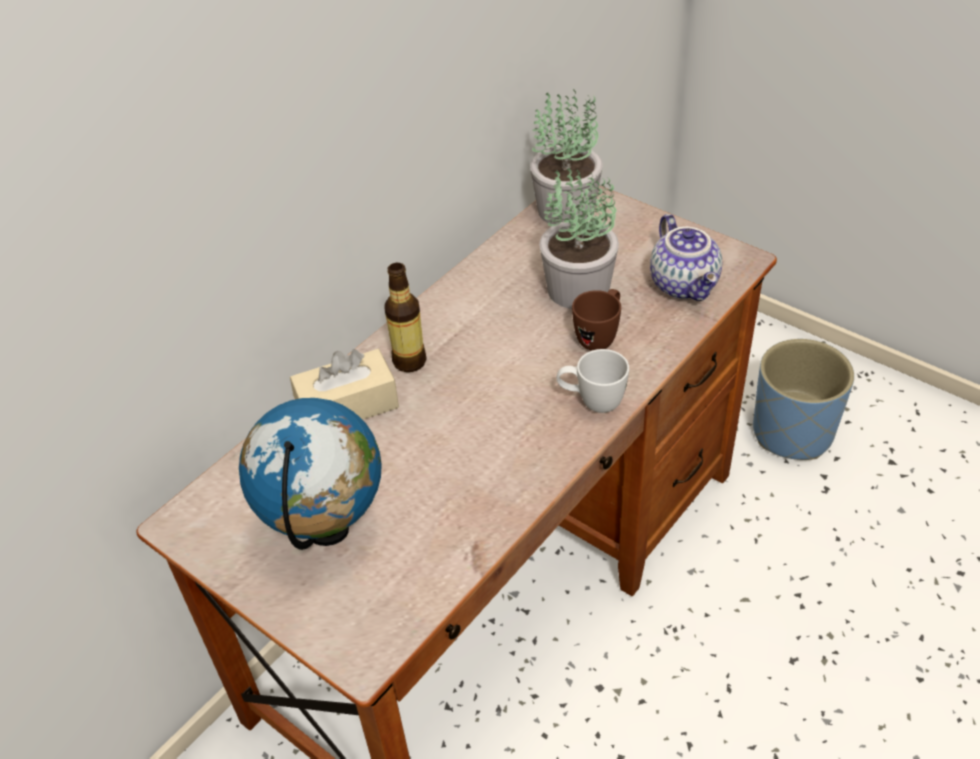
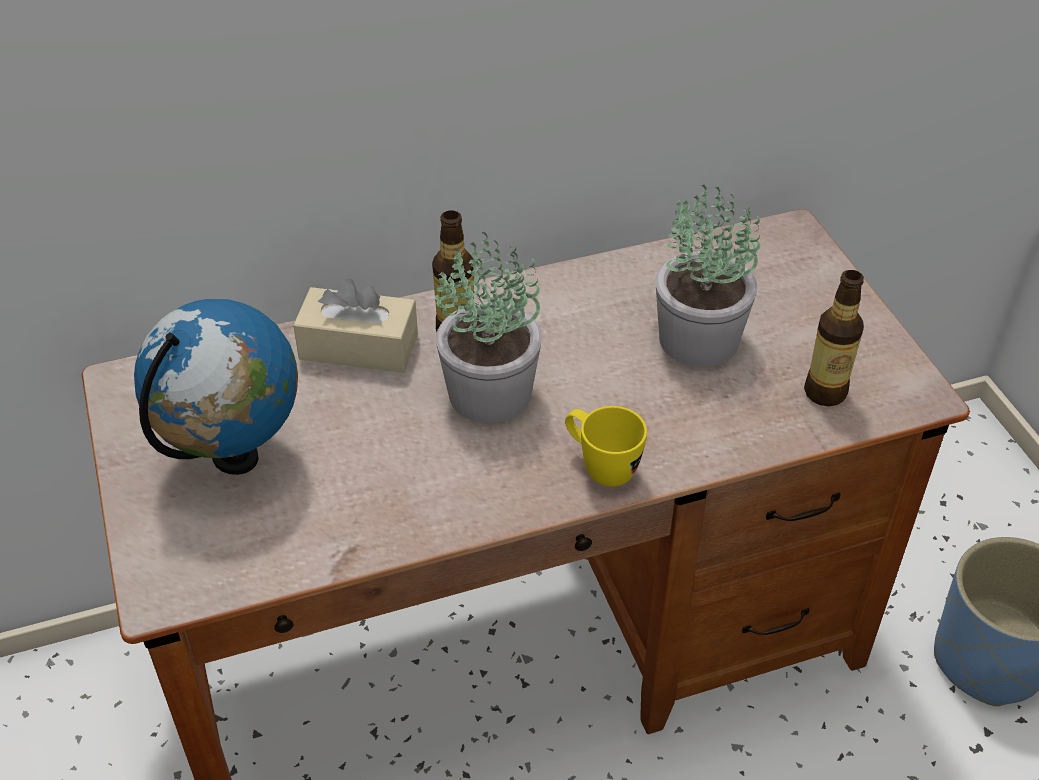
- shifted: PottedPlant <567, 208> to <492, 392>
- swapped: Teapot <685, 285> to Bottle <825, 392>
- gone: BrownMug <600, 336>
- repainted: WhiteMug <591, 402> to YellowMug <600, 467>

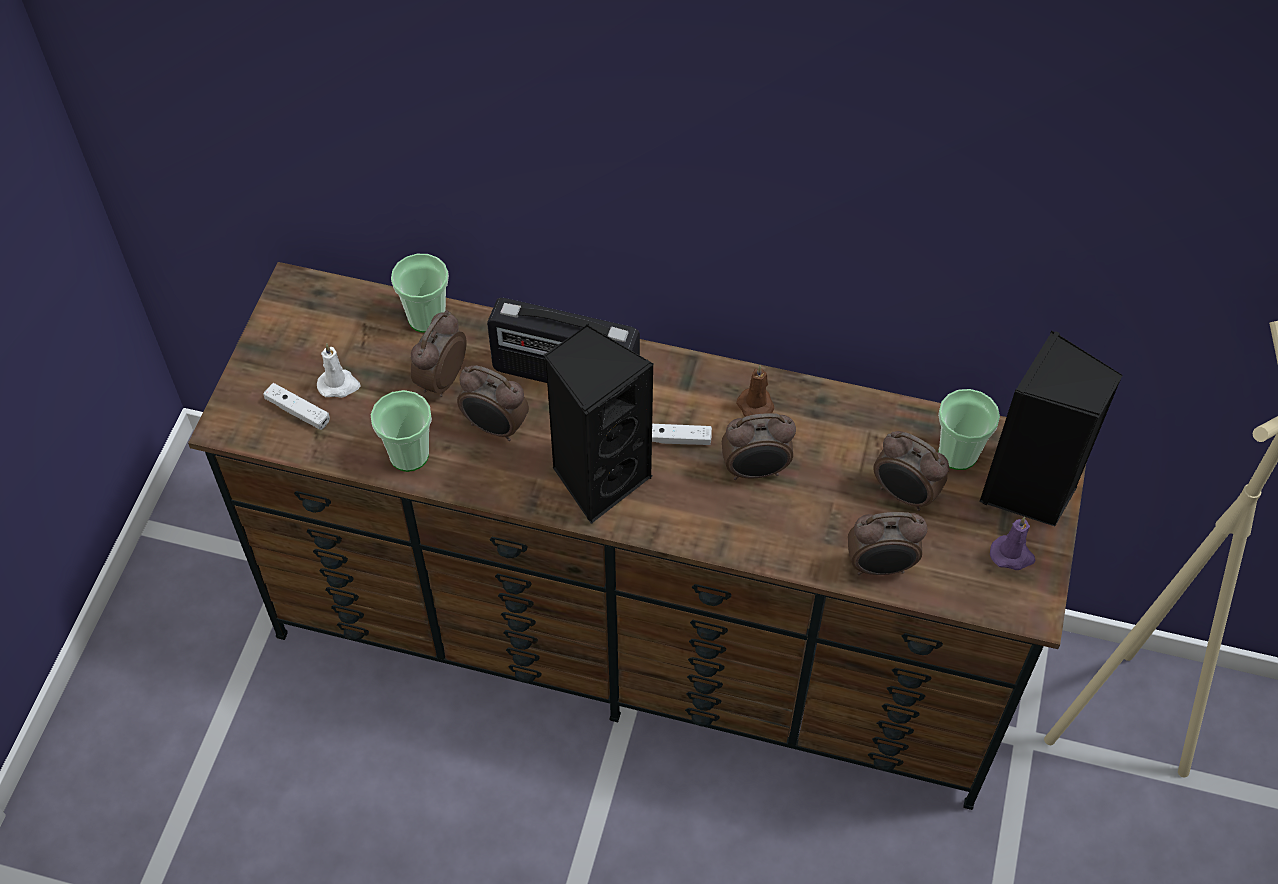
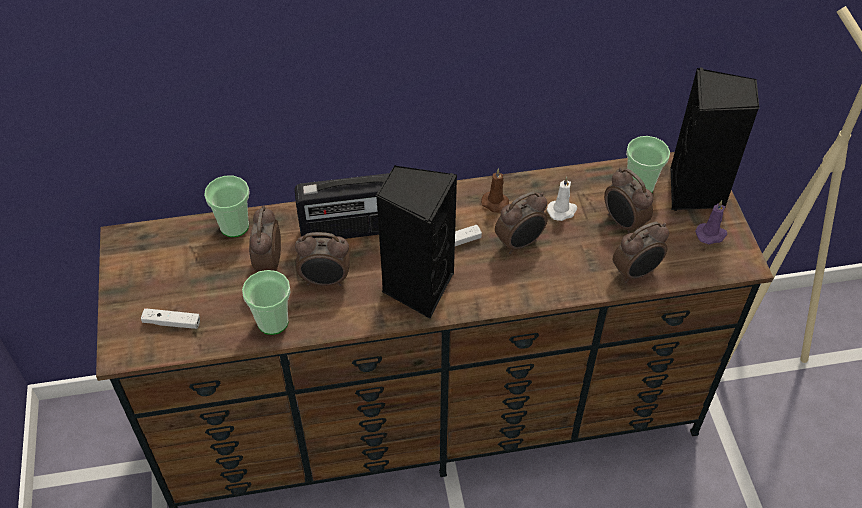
- shifted: WhiteCandle <339, 385> to <562, 211>
- rotated: AlarmClock <904, 495> = <623, 223> 45 degrees clockwise

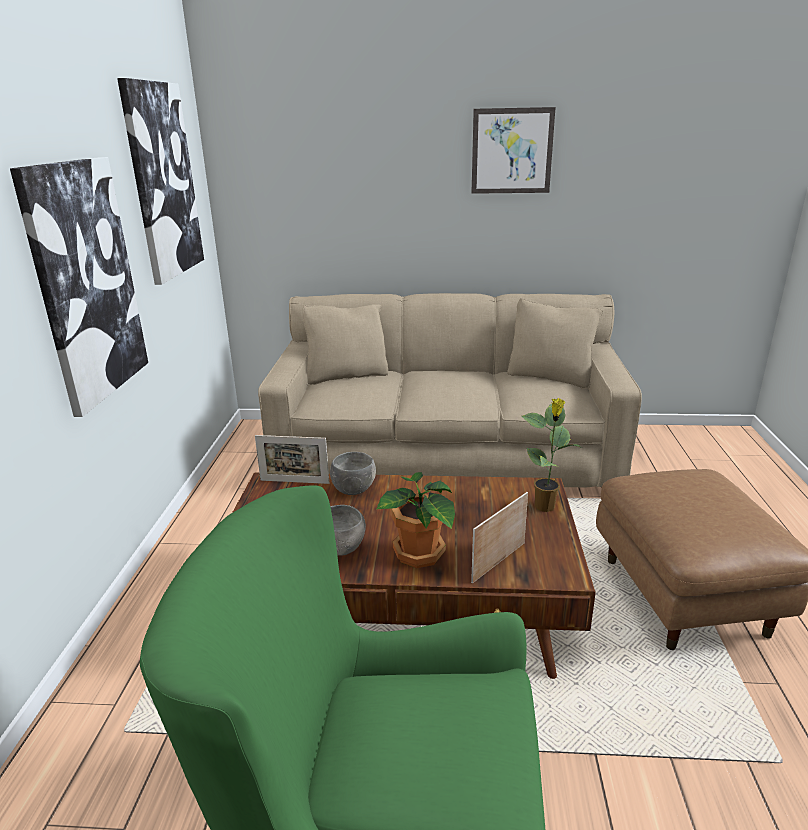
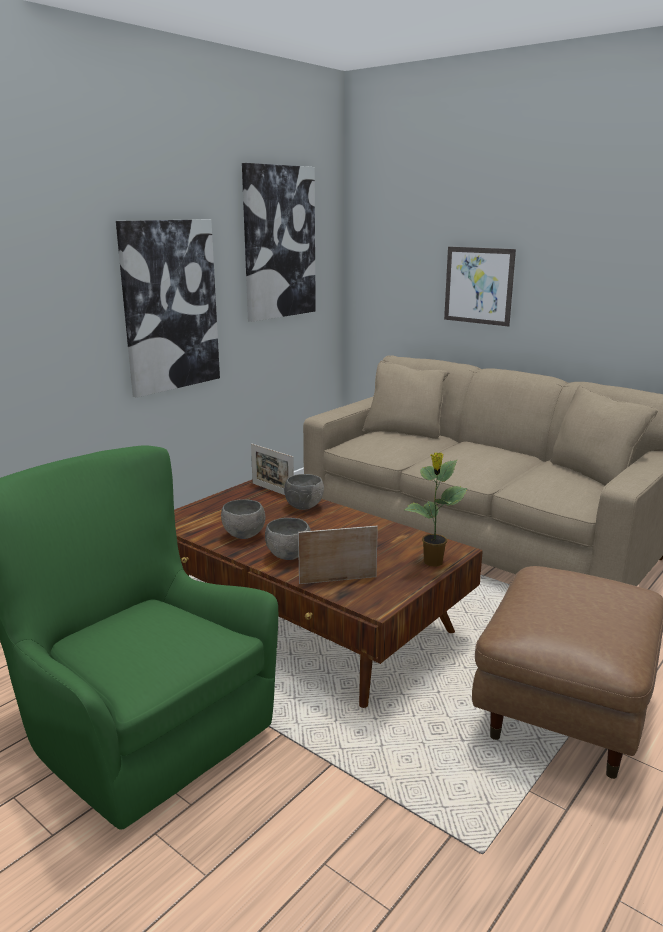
- shifted: Picture <512, 151> to <478, 285>
- swapped: PottedPlant <419, 555> to GreyBowl <289, 556>

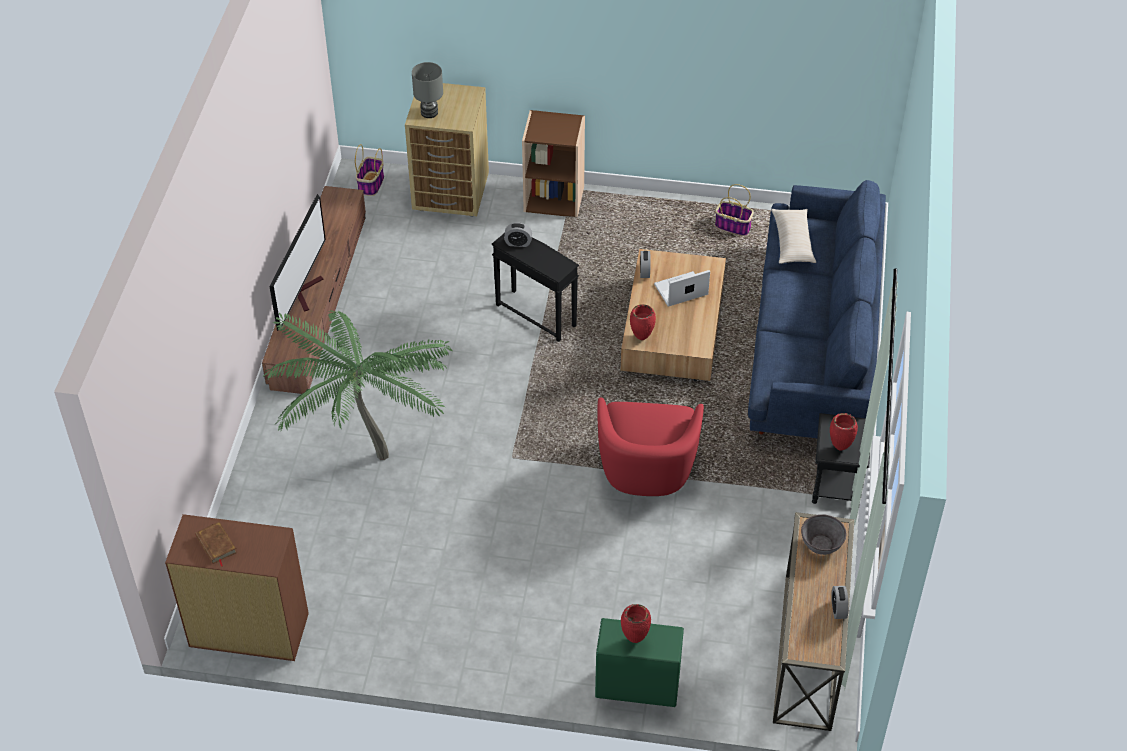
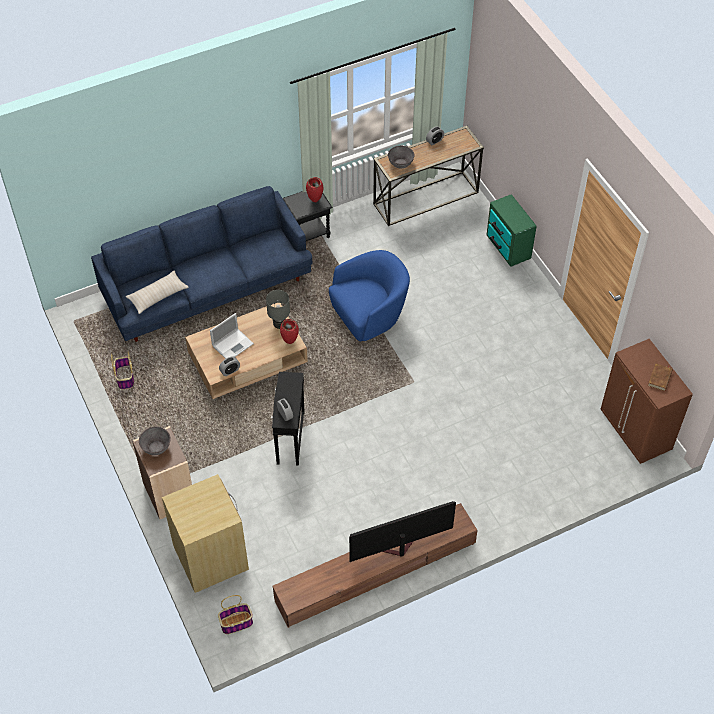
- shifted: GreyTableLamp <429, 112> to <279, 323>
- rotated: Laptop <680, 290> = <233, 344> 75 degrees counterclockwise
- gone: PottedPlant <366, 463>
- repainted: RedArmchair <646, 472> to BlueArmchair <370, 315>
- gone: RedVase <634, 638>
- new: GreyBowl <156, 447>

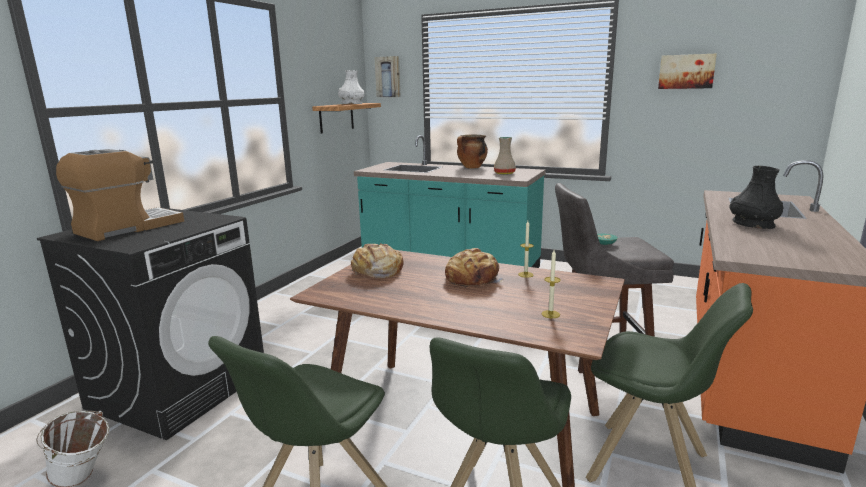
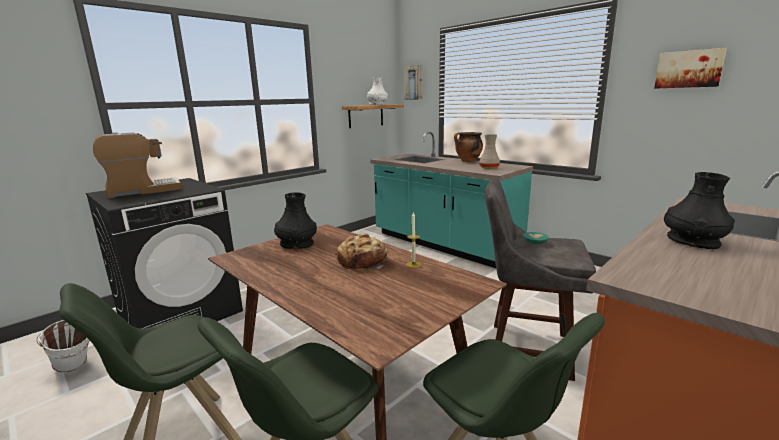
- swapped: Bread <377, 271> to BlackVase <297, 244>
- gone: Candle <550, 314>

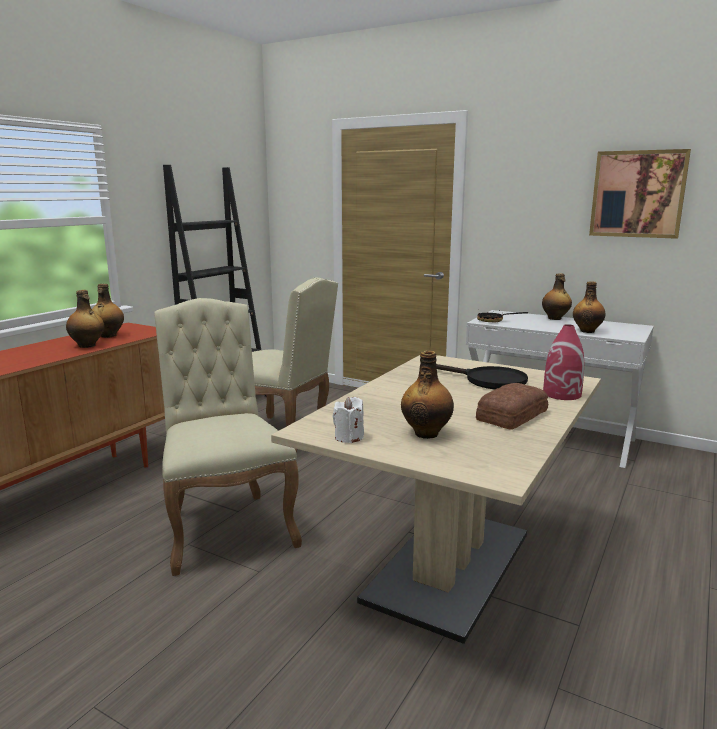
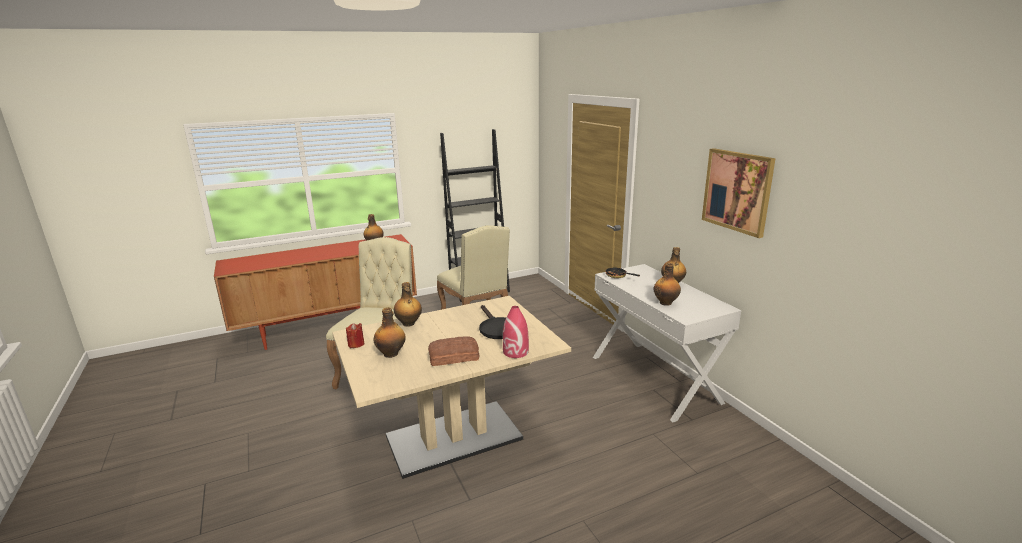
- shifted: Bottle <87, 345> to <408, 324>
- repainted: WhiteCandle <349, 437> to RedCandle <356, 344>

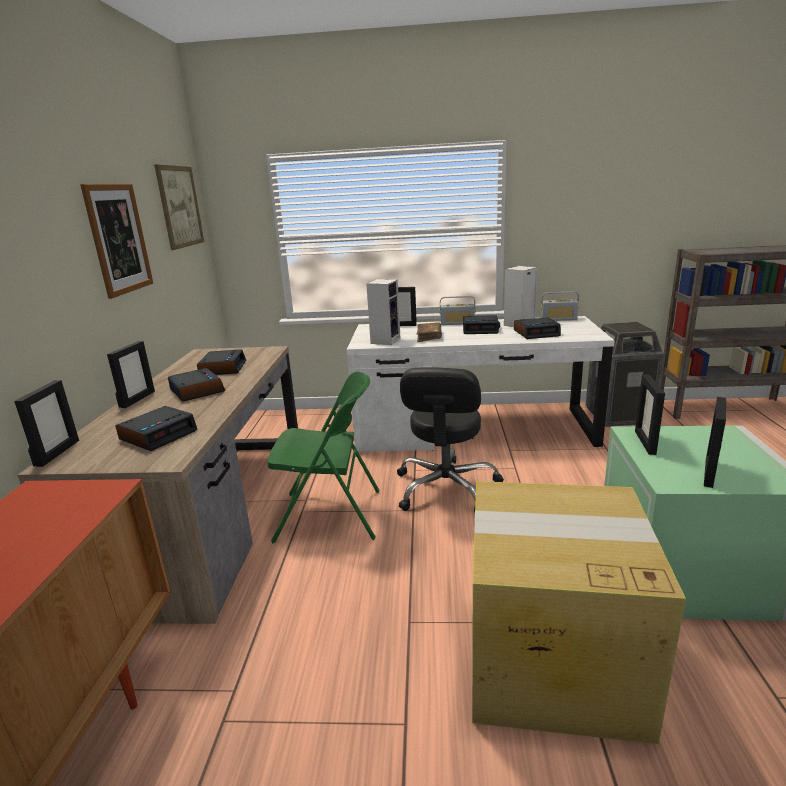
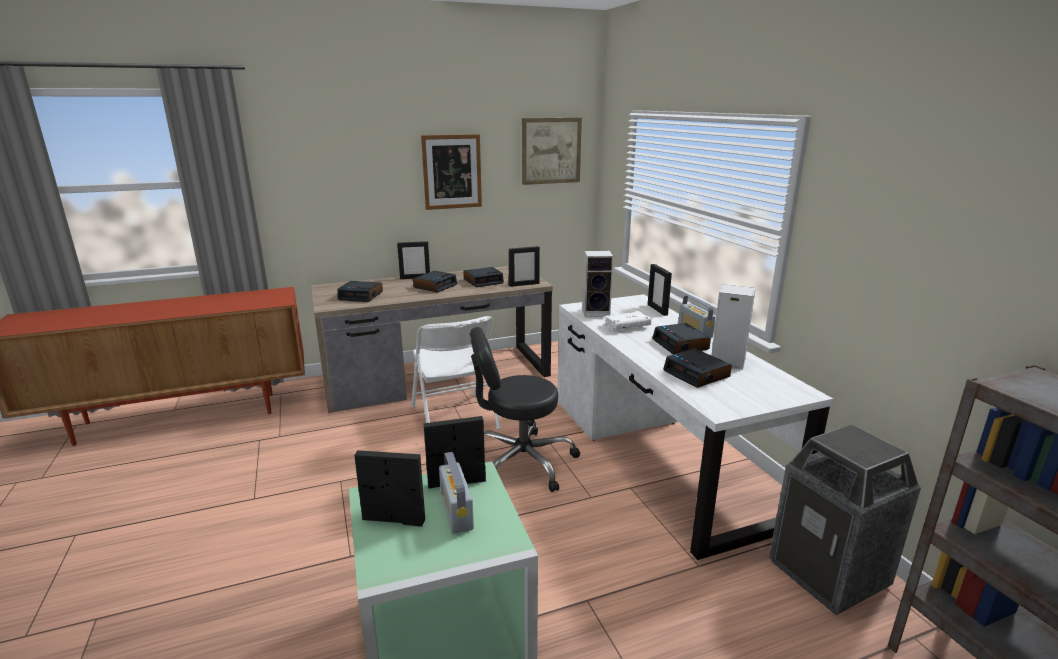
- shifted: Radio <558, 319> to <456, 511>
- repainted: BrownBook <429, 337> to WhiteBook <626, 327>
- repainted: GreenChair <329, 515> to WhiteChair <454, 418>
- shifted: PictureFrame <57, 453> to <524, 284>
- gone: CardboardBox <549, 659>

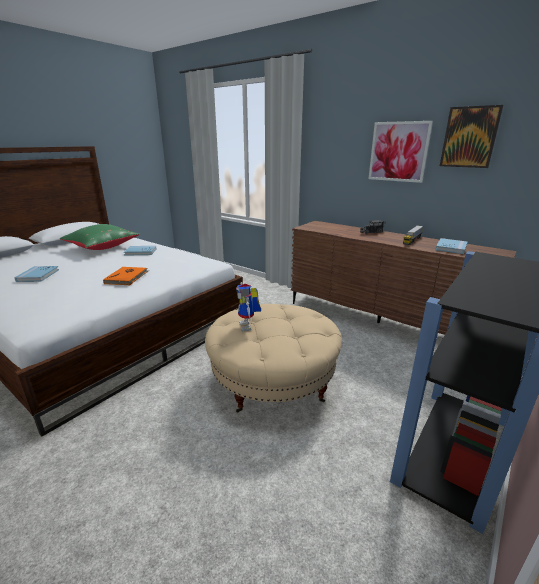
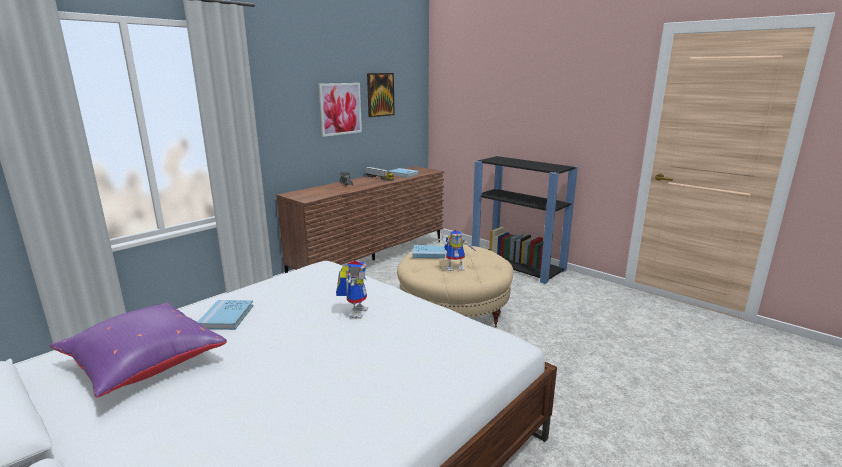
- repainted: GreenPillow <102, 247> to PurplePillow <143, 365>
- shifted: BlueBook <38, 275> to <429, 253>
- swapped: OrangeBook <127, 277> to ToyRobot <355, 311>

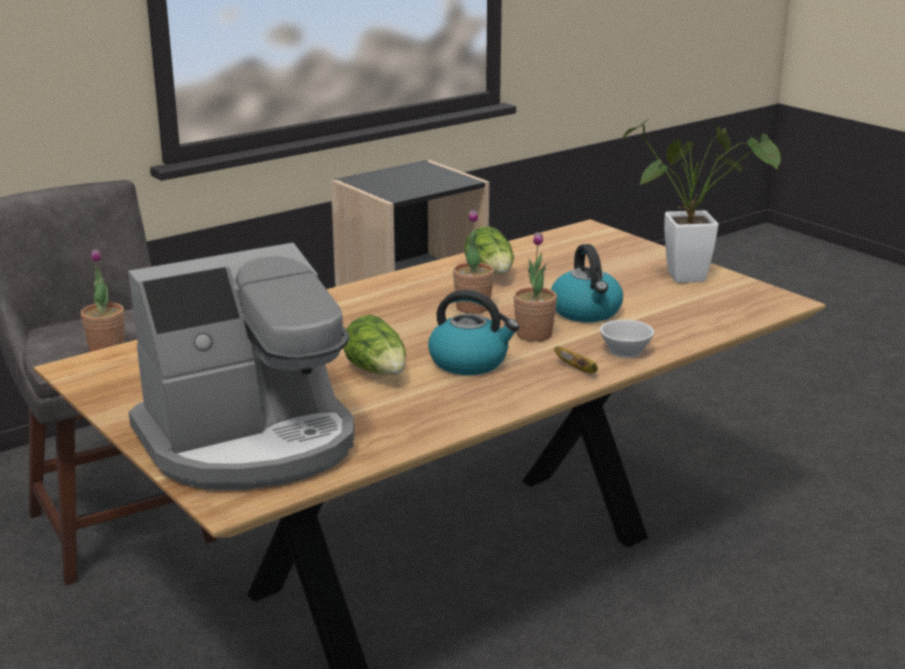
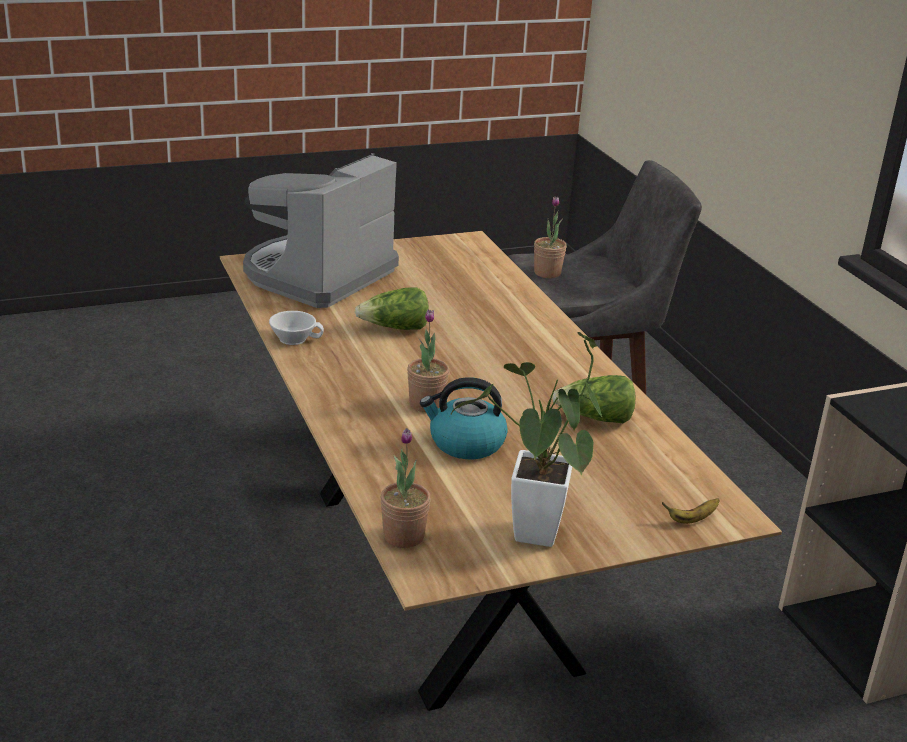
- shifted: PottedPlant <473, 307> to <403, 536>
- rotated: CoffeeMachine <250, 442> = <317, 275> 45 degrees clockwise
- gone: Kettle <470, 362>
- shifted: WhiteCup <623, 350> to <294, 338>
- shifted: Banana <578, 370> to <691, 519>

